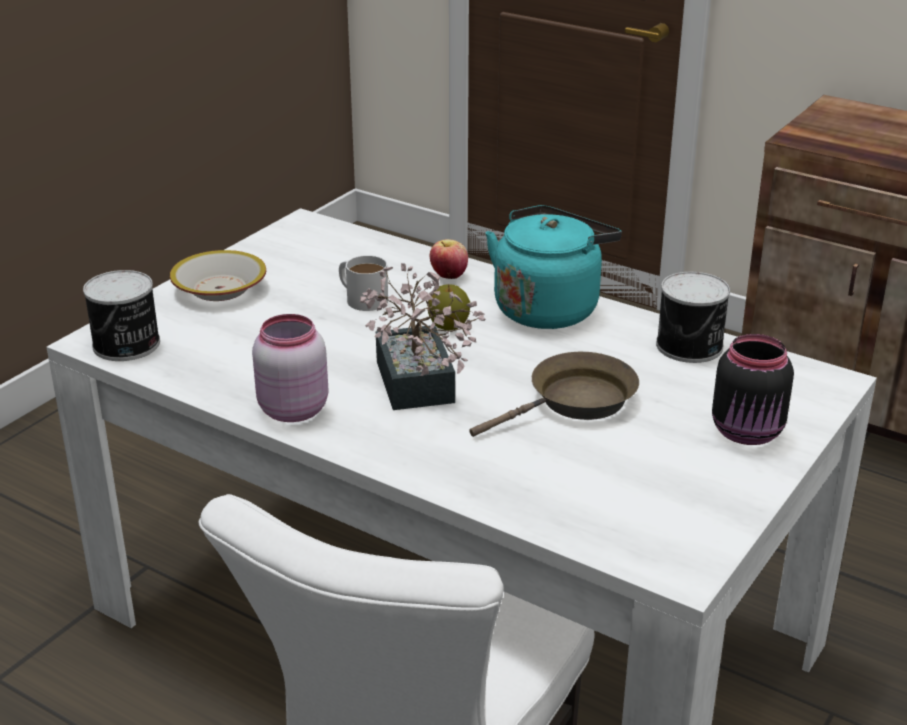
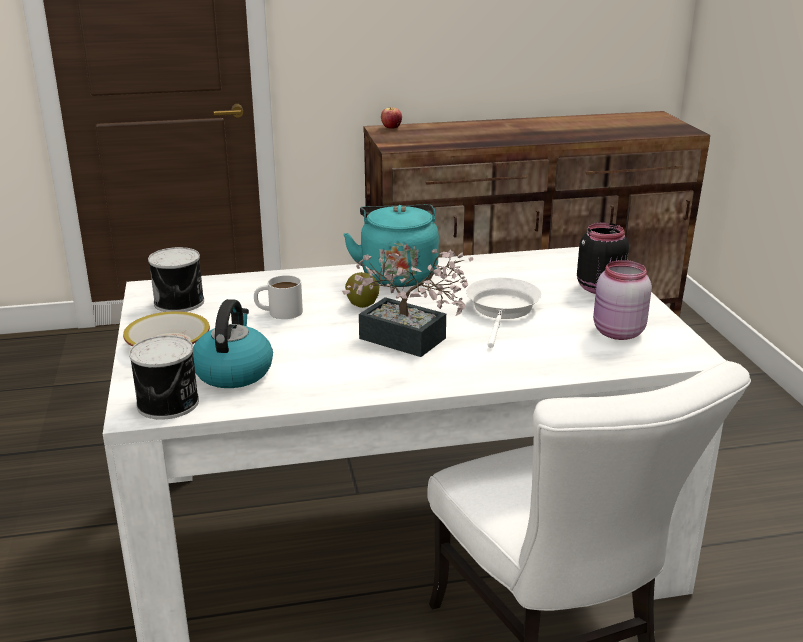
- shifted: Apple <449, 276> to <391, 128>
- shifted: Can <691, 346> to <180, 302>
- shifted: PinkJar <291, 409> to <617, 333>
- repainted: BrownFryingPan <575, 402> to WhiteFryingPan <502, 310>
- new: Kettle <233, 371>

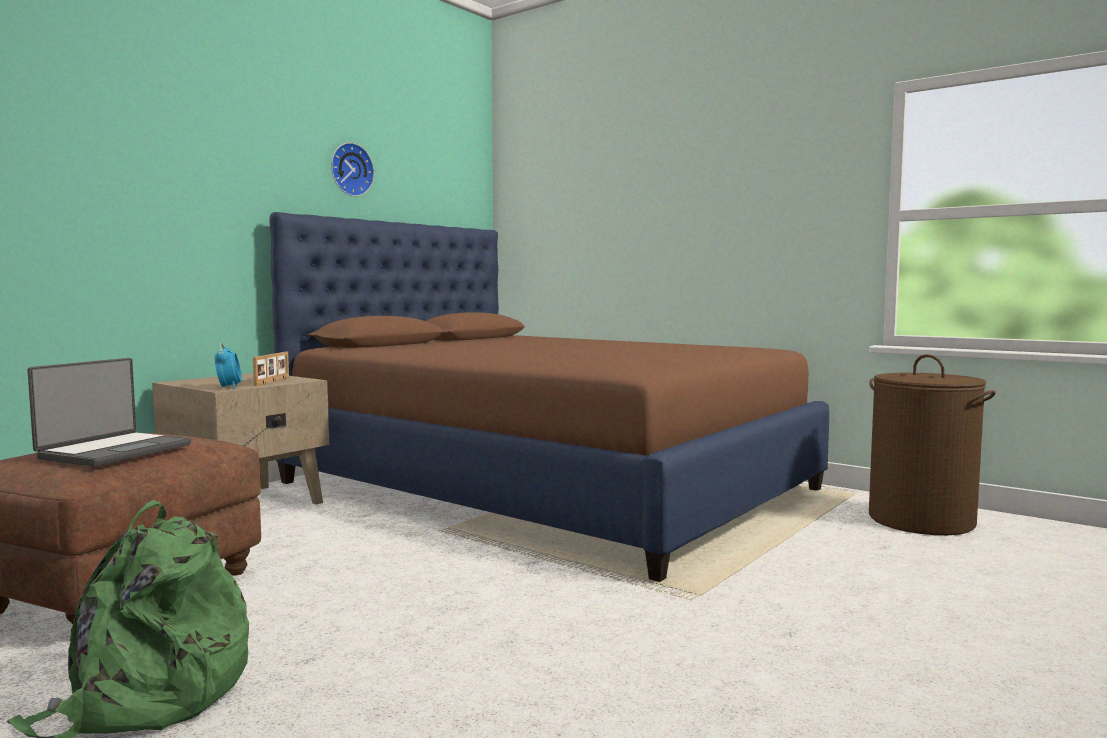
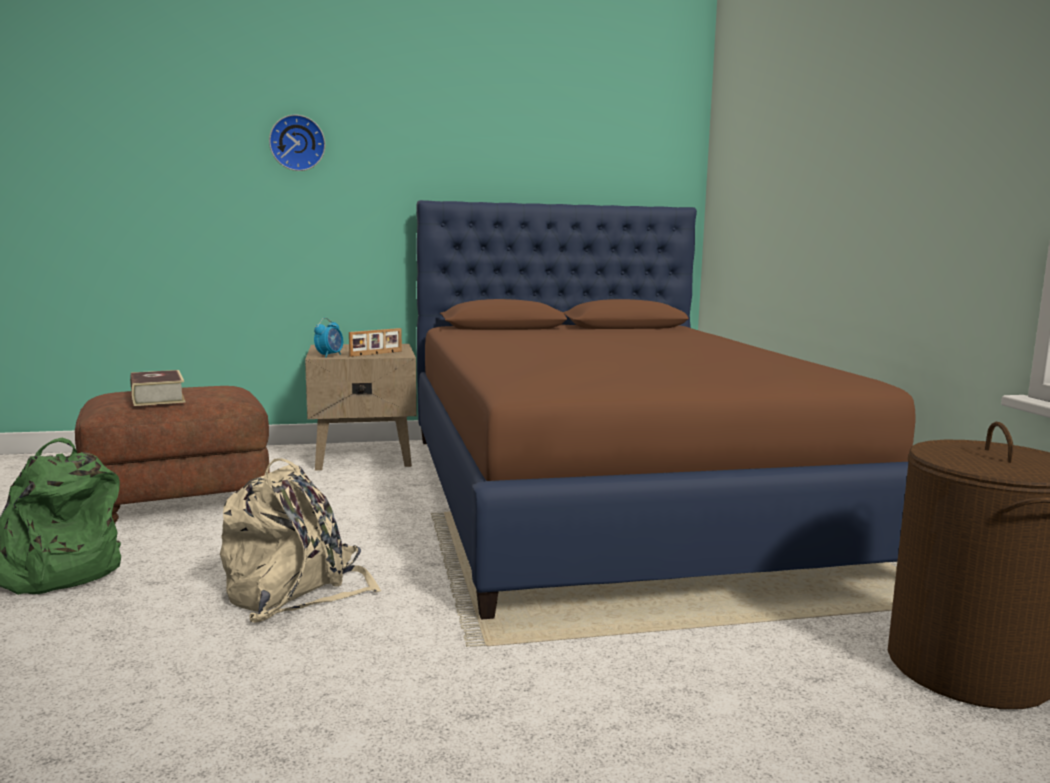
- shifted: WallClock <350, 170> to <297, 143>
- swapped: Laptop <114, 451> to Book <157, 397>
- new: BeigeBackpack <296, 592>

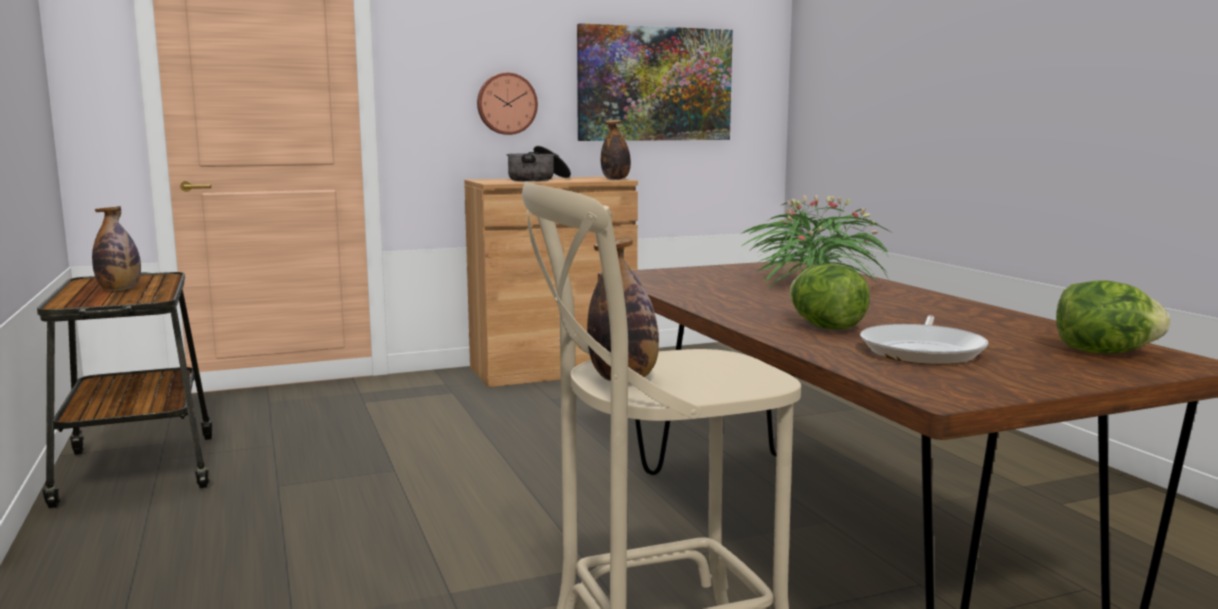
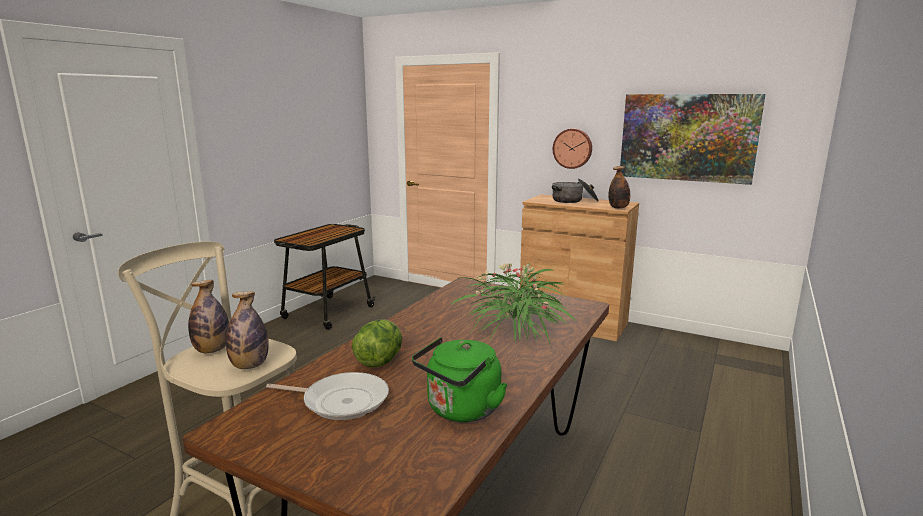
- shifted: Bottle <119, 290> to <249, 366>
- gone: Lettuce <1103, 353>
- rotated: FryingPan <923, 351> = <341, 401> 150 degrees counterclockwise
- new: GreenKettle <460, 410>

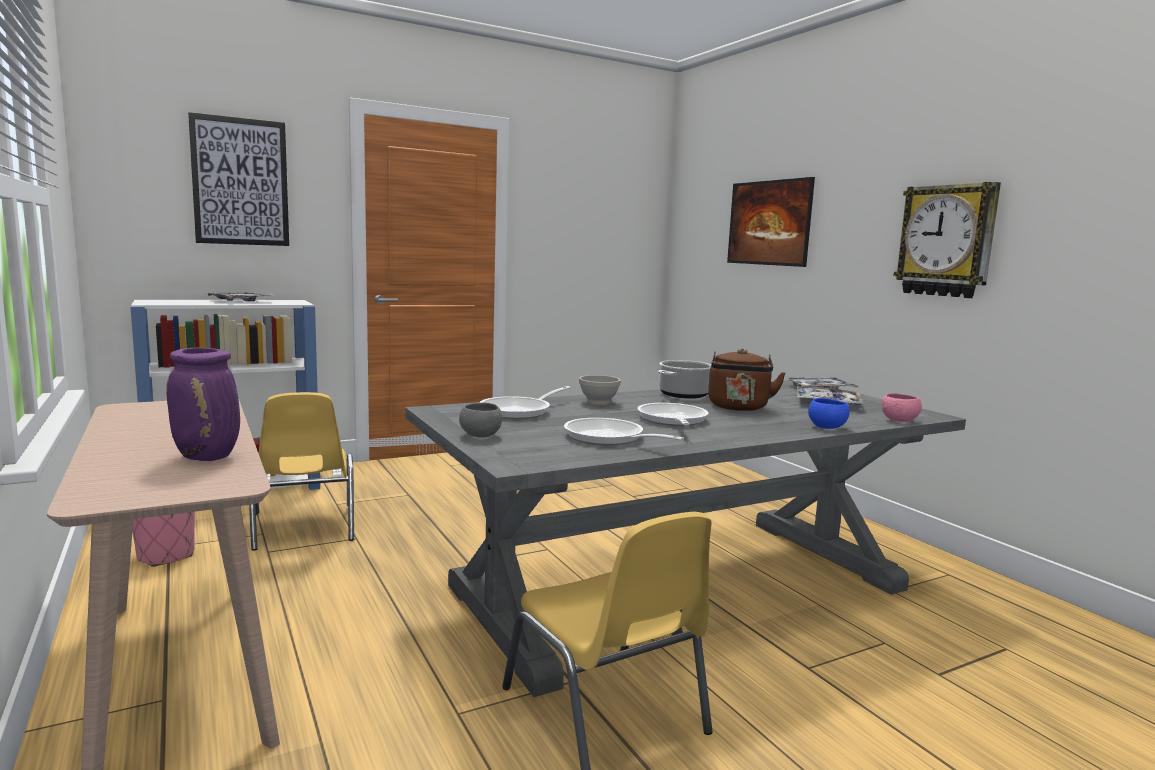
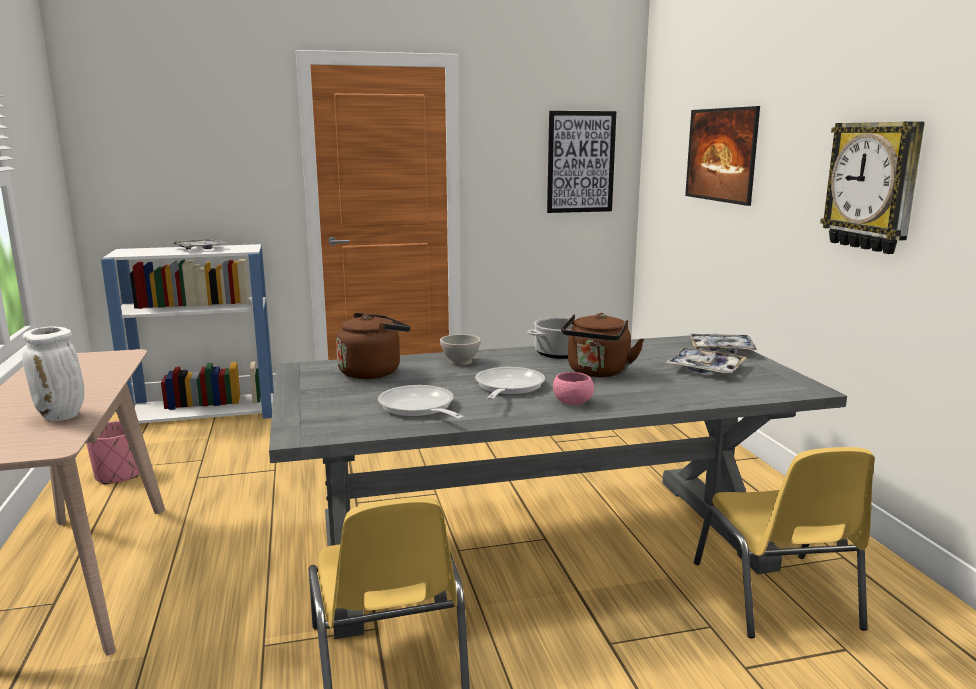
- shifted: Picture <240, 182> to <580, 162>
- repainted: PurpleVase <208, 457> to WhiteVase <62, 416>
- swapped: FryingPan <520, 411> to BrownKettle <373, 371>
- shifted: YellowChair <303, 527> to <776, 596>
- shifted: PinkBowl <899, 420> to <573, 403>
- gone: BlueBowl <827, 427>
- gone: GreyBowl <480, 436>

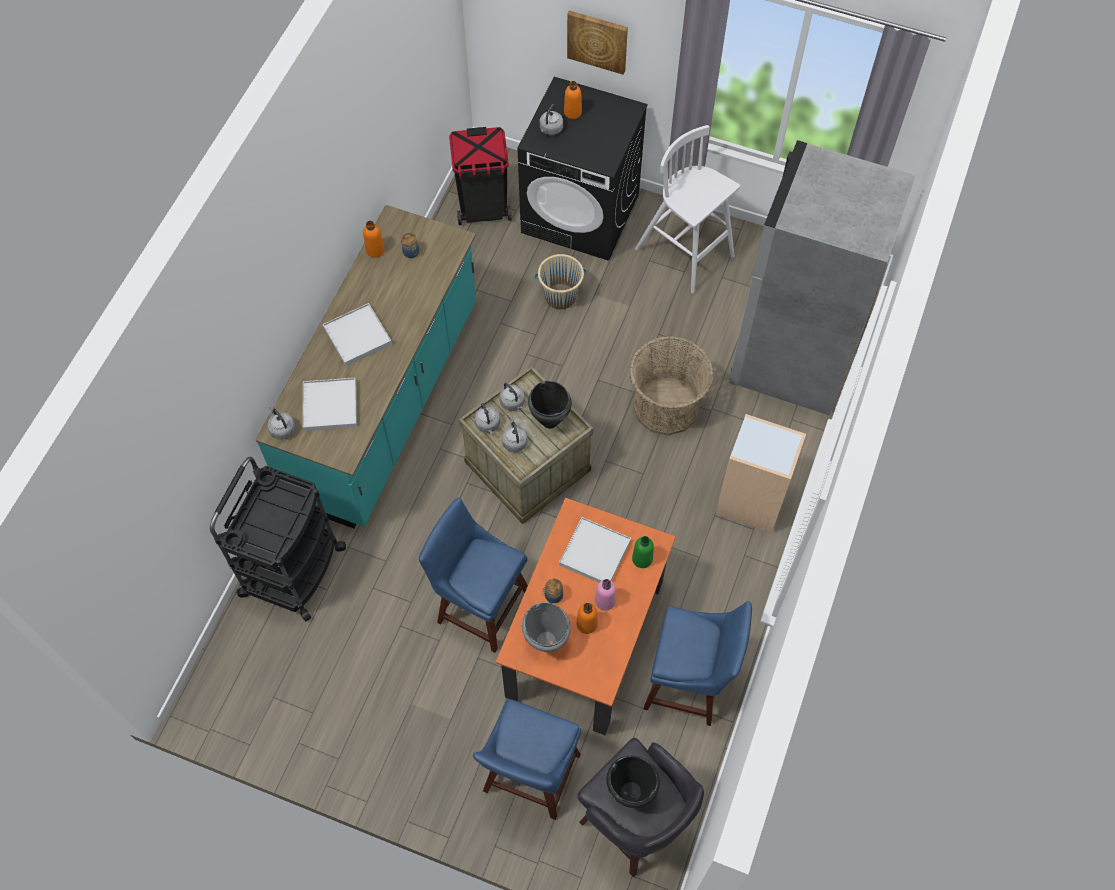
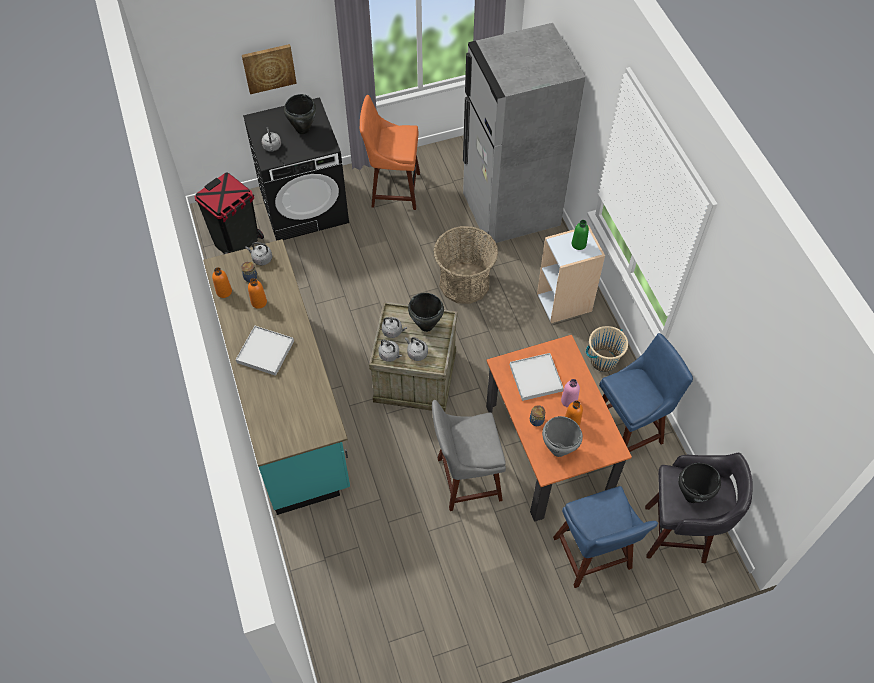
- shifted: OrangeBottle <572, 112> to <259, 302>
- swapped: WhiteStool <686, 253> to OrangeChair <392, 189>
- shifted: BeigeBucket <560, 296> to <603, 360>
- gone: WhiteTray <330, 406>
- shifted: GreyKettle <282, 428> to <261, 259>
- gone: BlackCart <293, 571>
- repainted: BlueChair <479, 604> to GreyChair <465, 479>
- shifted: GreenBottle <642, 559> to <578, 244>
- new: BlackCookingPot <302, 129>

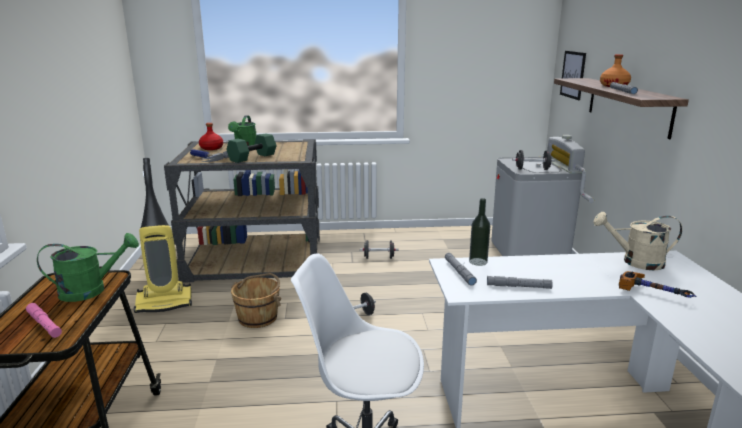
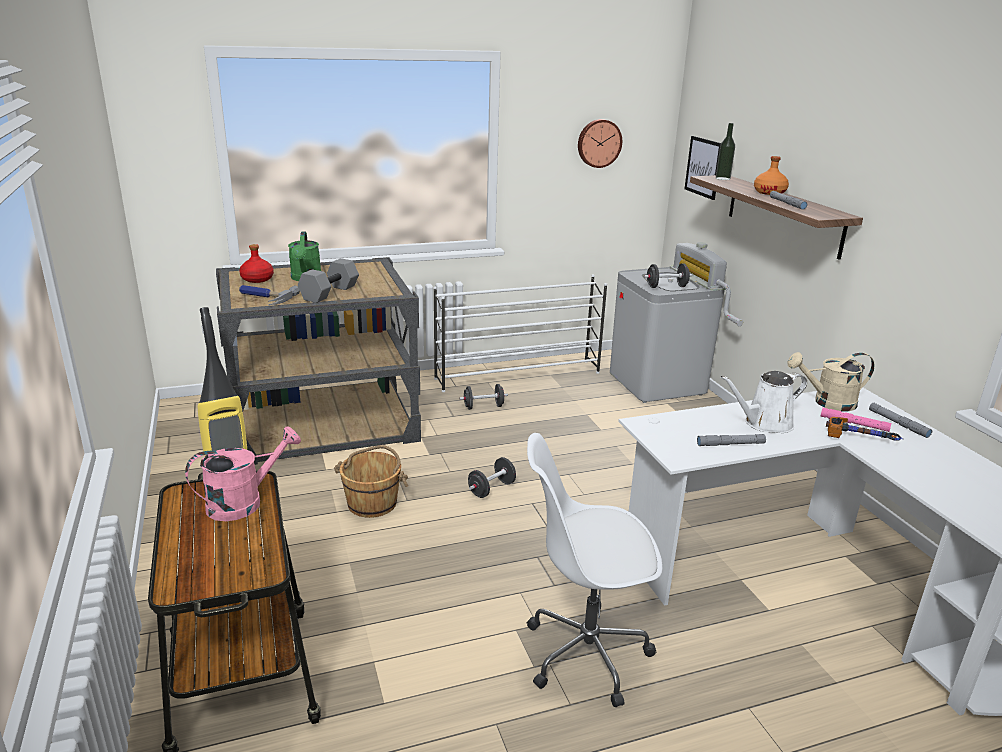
- repainted: GreenDumbbell <252, 157> to GreyDumbbell <329, 292>
- shifted: Bottle <478, 261> to <722, 178>
- repainted: GreenWateringCan <91, 290> to PinkWateringCan <244, 502>
- shifted: GreyFlashlight <459, 272> to <898, 424>
- shifted: PinkFlashlight <44, 324> to <854, 424>
- new: WallClock <598, 143>
- new: WhiteShoeRack <519, 376>
- new: WhiteWateringCan <764, 423>

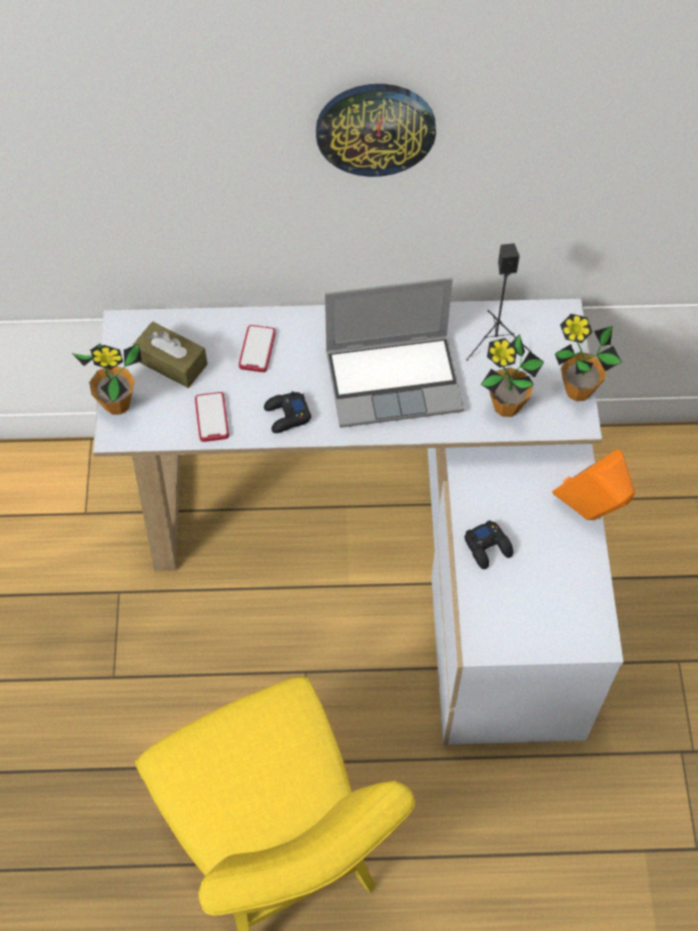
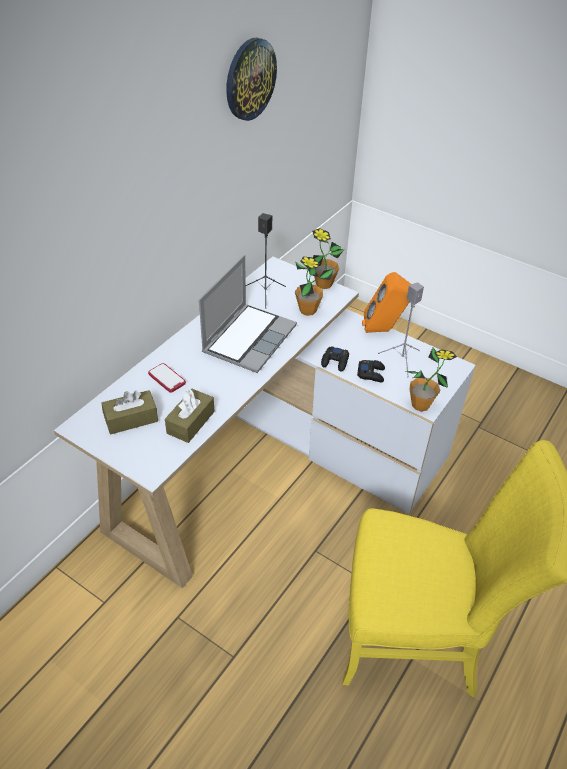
- shifted: WallClock <375, 128> to <250, 79>
- shifted: PottedPlant <117, 404> to <420, 405>
- shifted: BlackGameController <287, 416> to <335, 361>
- swapped: Phone <212, 418> to BrownTissueBox <190, 422>
- new: GreySpeaker <402, 360>

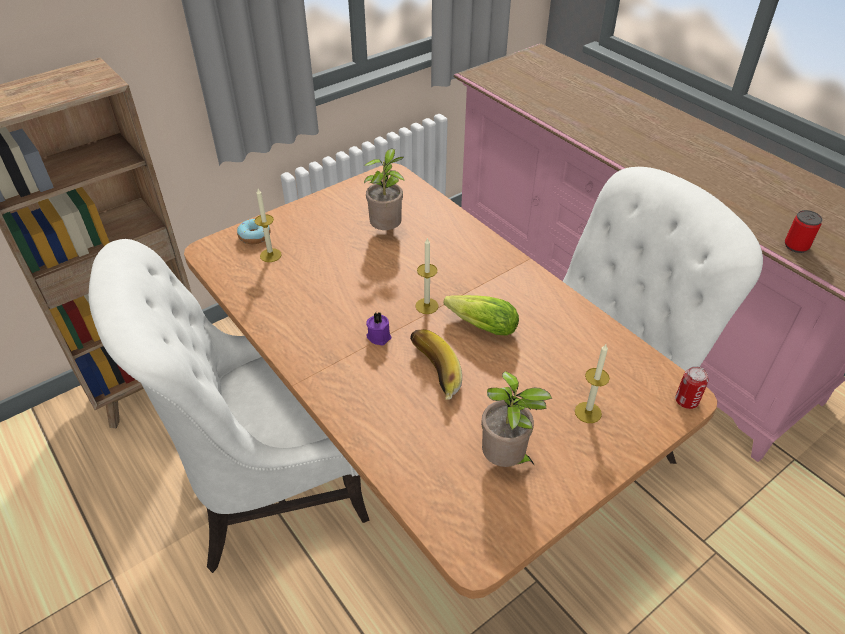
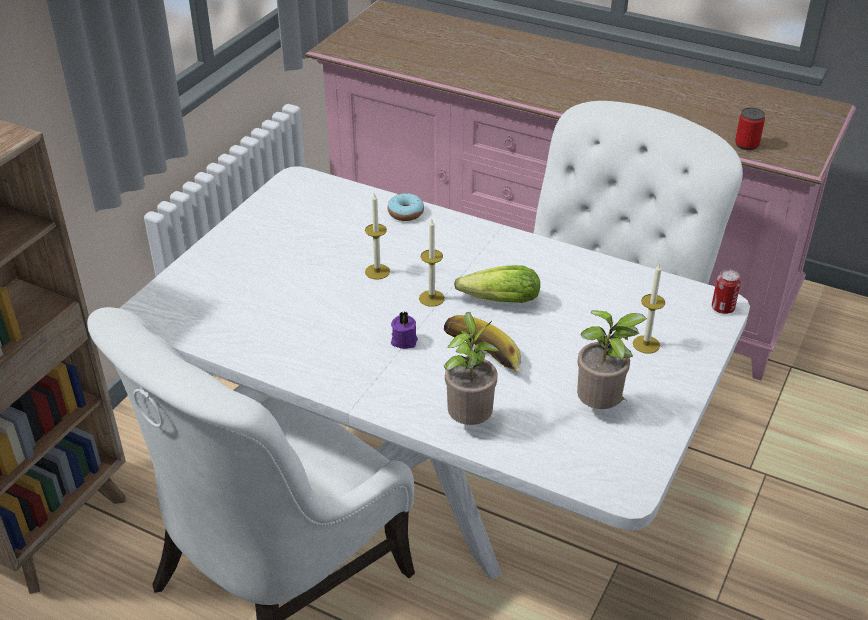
- shifted: PottedPlant <387, 230> to <469, 420>
- repainted: BrownDiningTable <421, 457> to WhiteDiningTable <433, 491>
- shifted: Candle <270, 255> to <377, 271>
- shifted: Donut <255, 236> to <406, 213>

